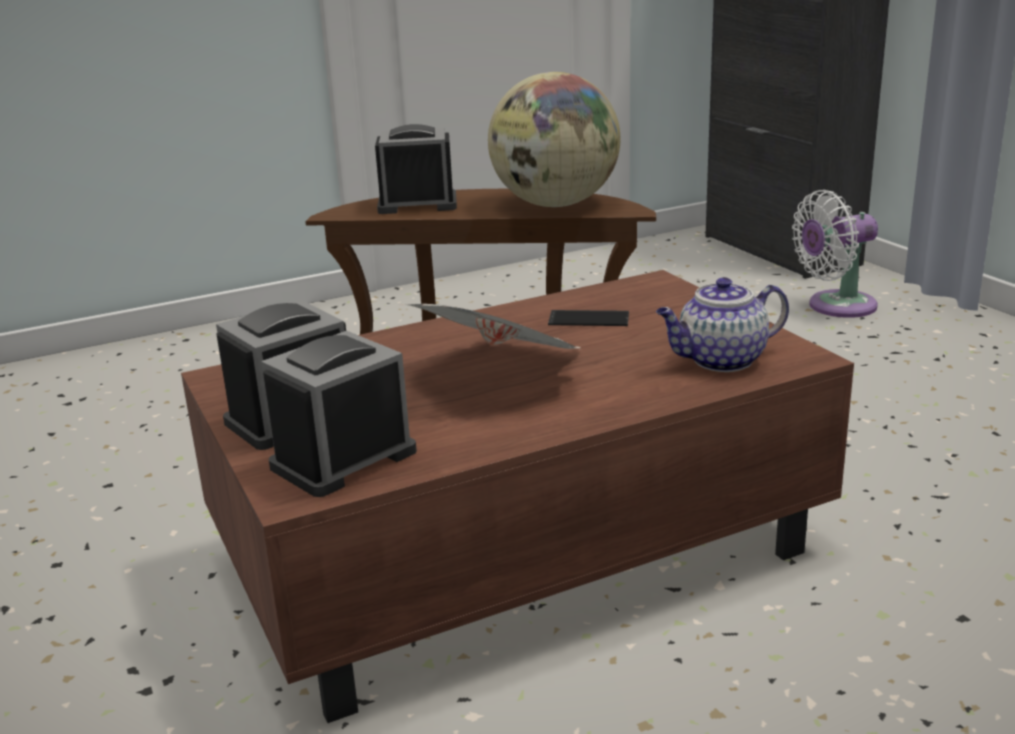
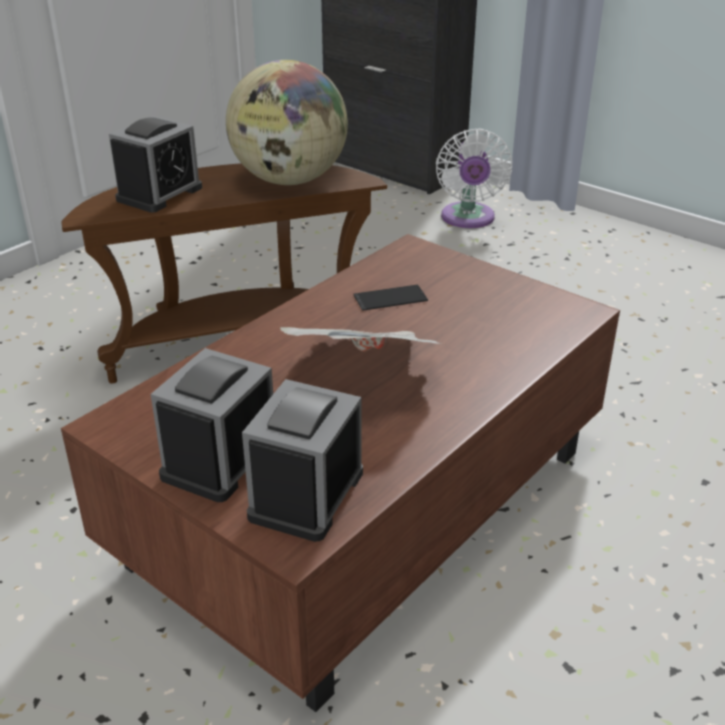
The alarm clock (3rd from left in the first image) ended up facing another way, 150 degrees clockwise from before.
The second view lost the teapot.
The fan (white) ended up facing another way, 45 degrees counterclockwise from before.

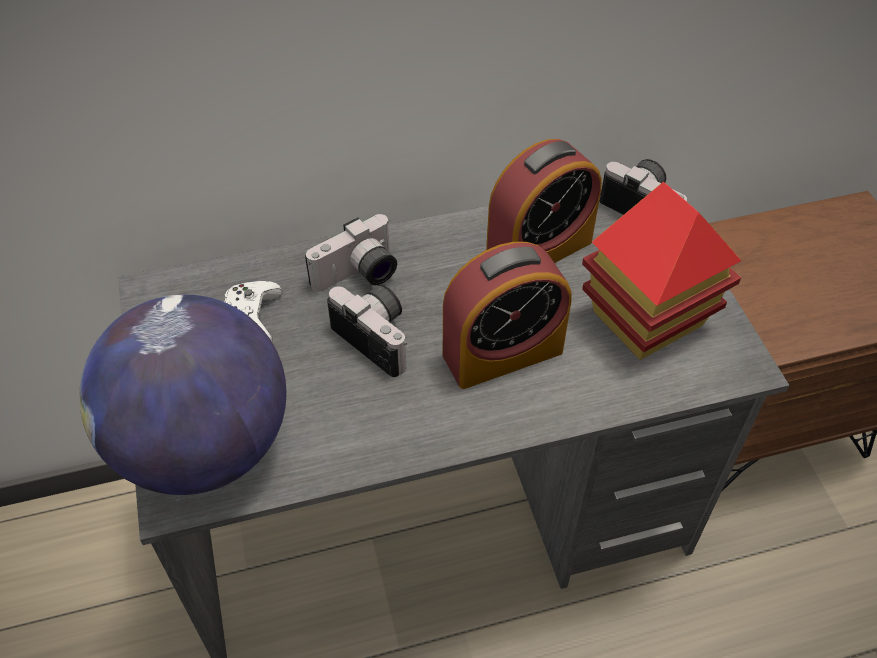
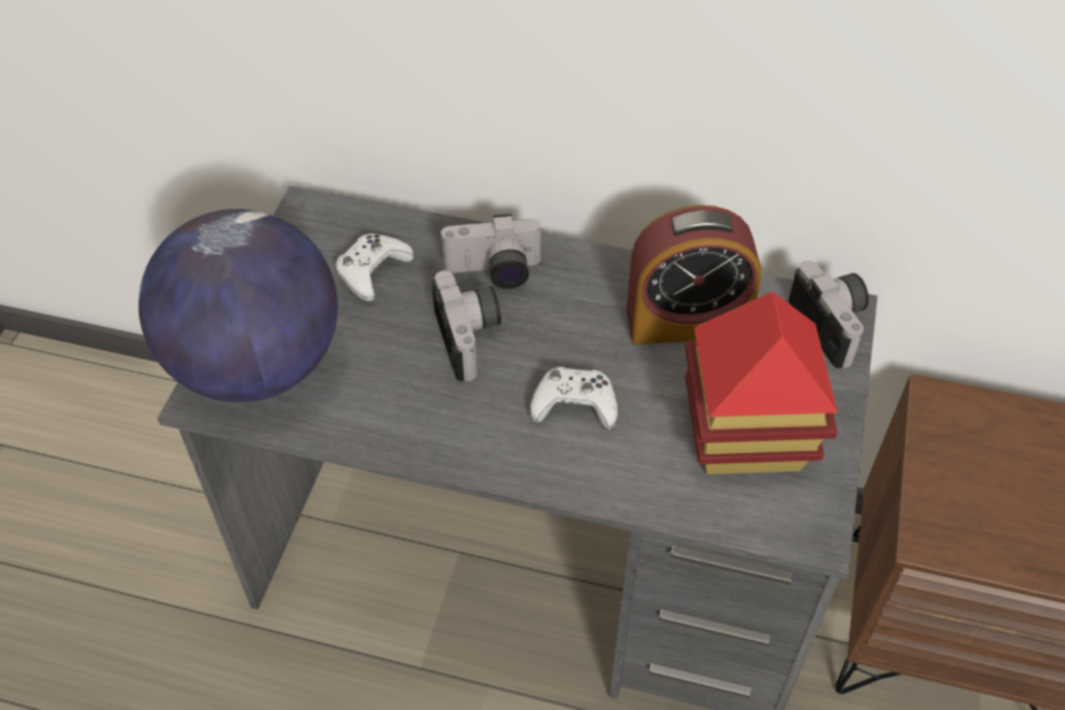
Where the alarm clock (1st from left) stood, the game controller (white) (2nd from left) came to stand.

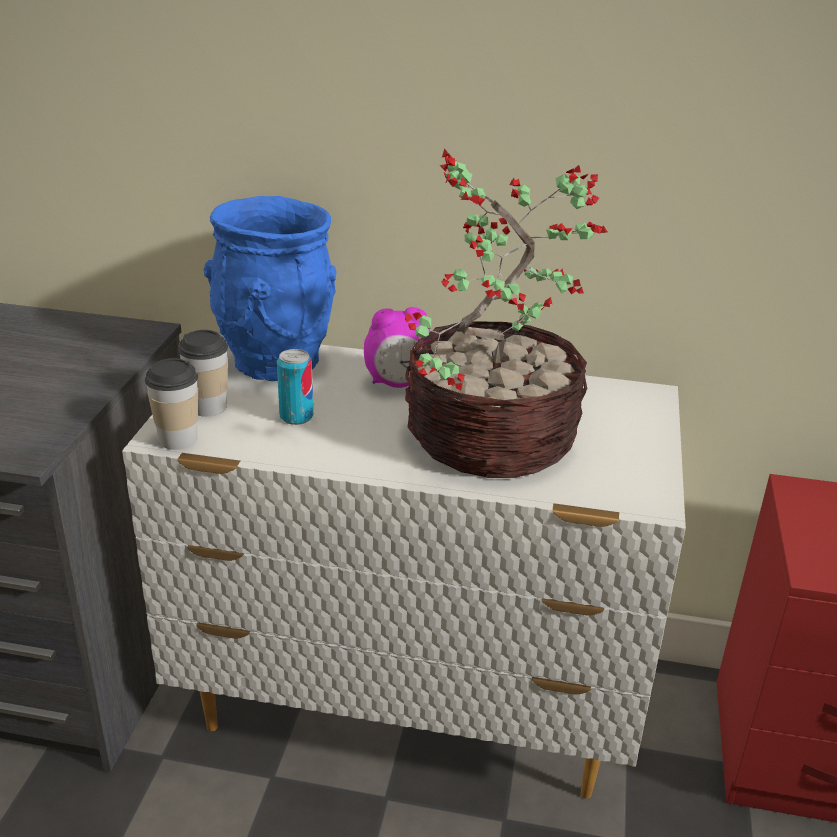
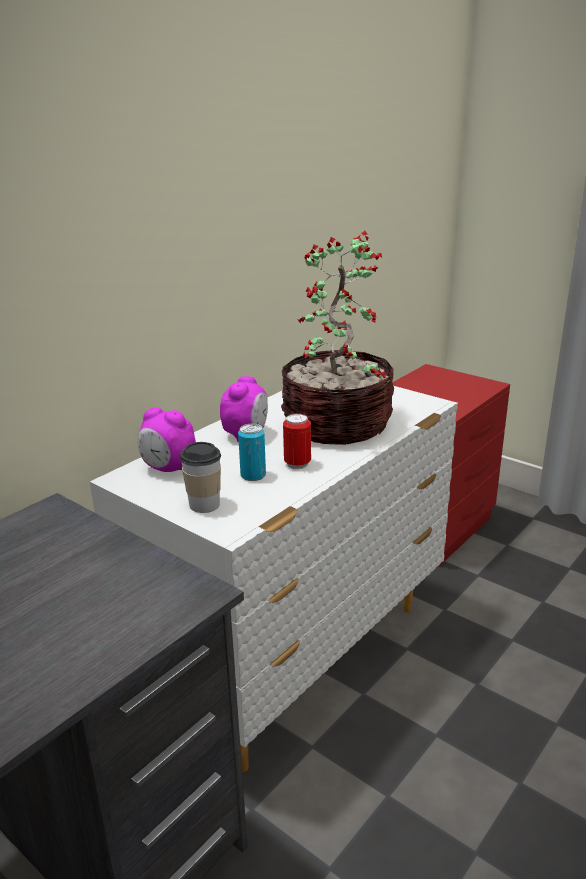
The second view lost the cup (1st from left).
Where the vase (blue) stood, the alarm clock (1st from left) came to stand.
The second view gained the can (2nd from left).

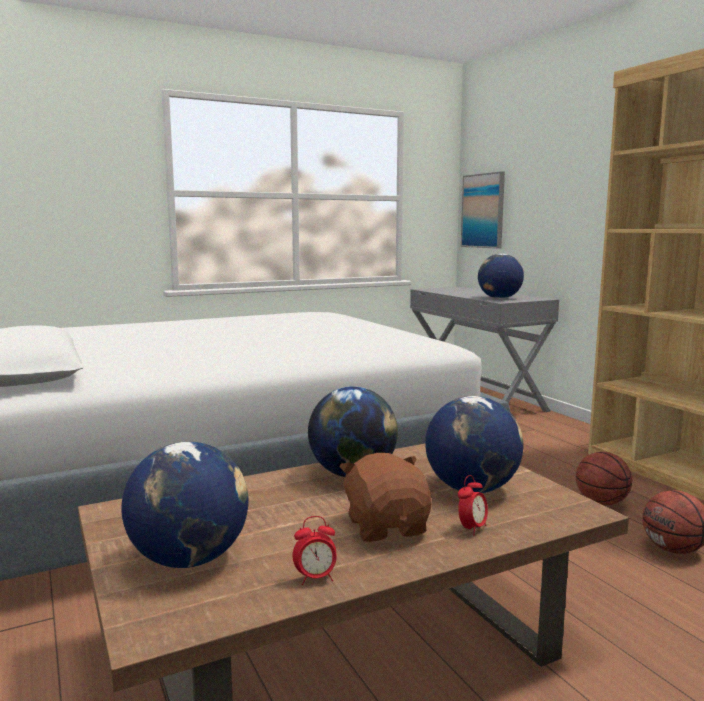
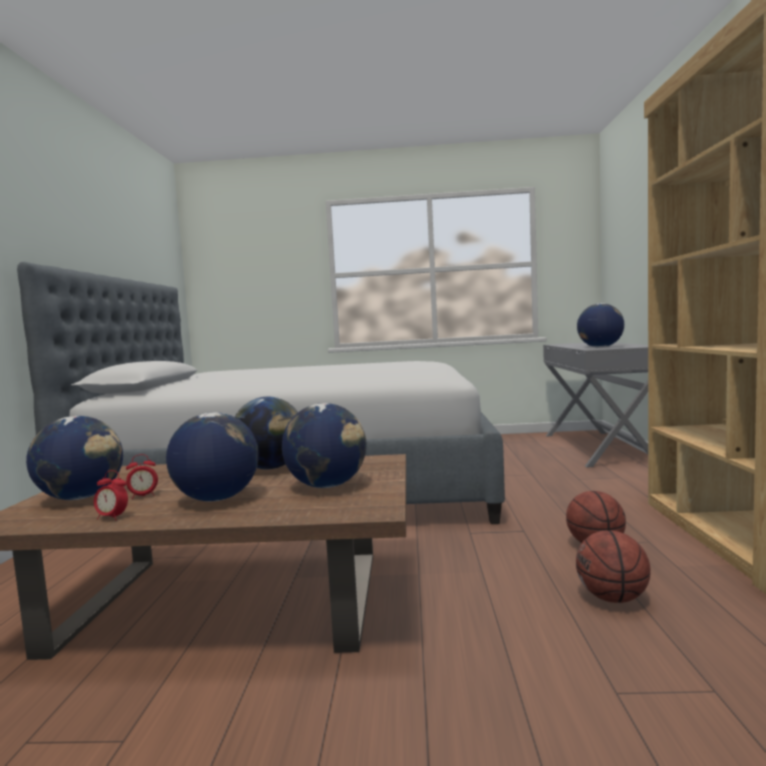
Where the plush toy (brown) stood, the globe (2nd from left) came to stand.
The alarm clock (2nd from left) ended up elsewhere.
The second view lost the picture.

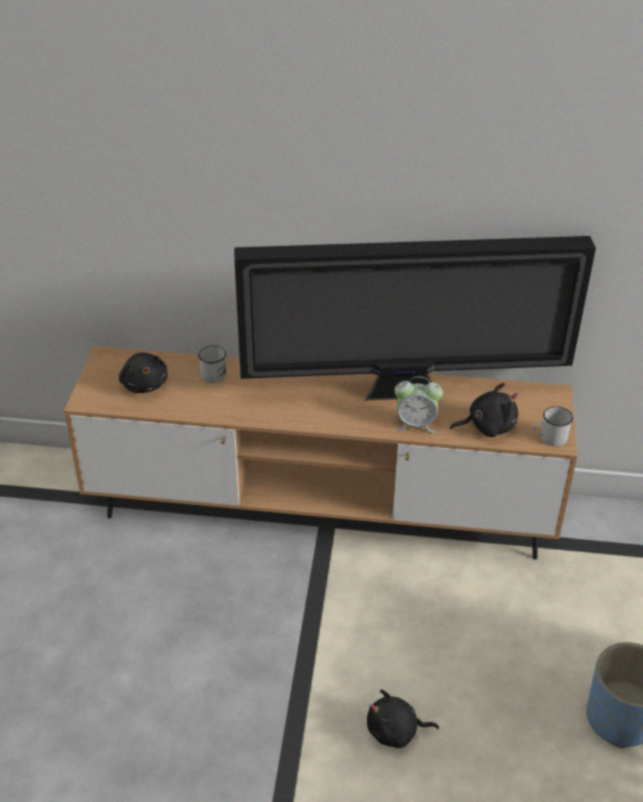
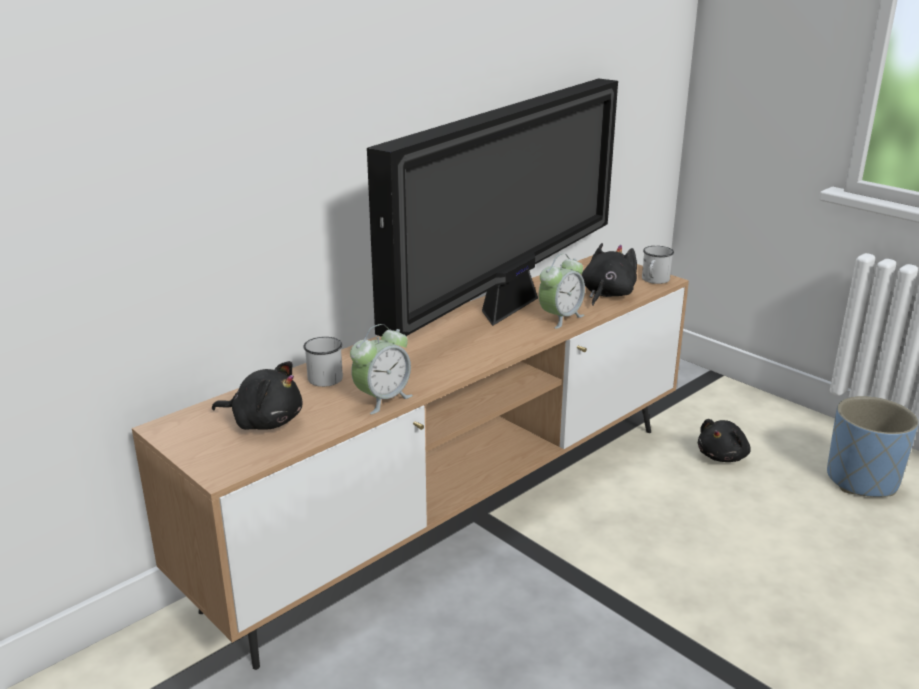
The plush toy (black) (2nd from left in the first image) ended up elsewhere.
The second view gained the alarm clock (1st from left).

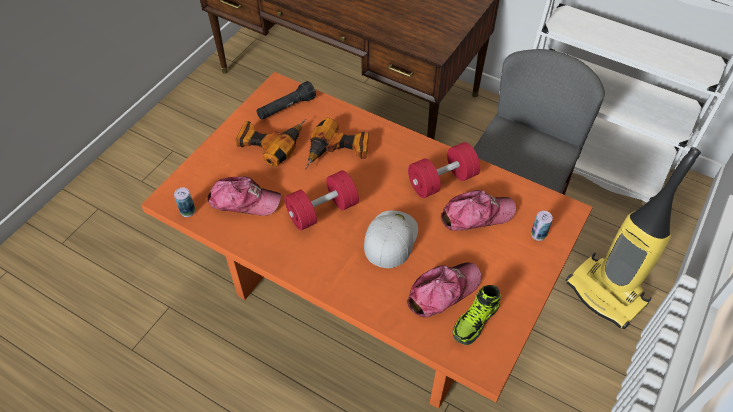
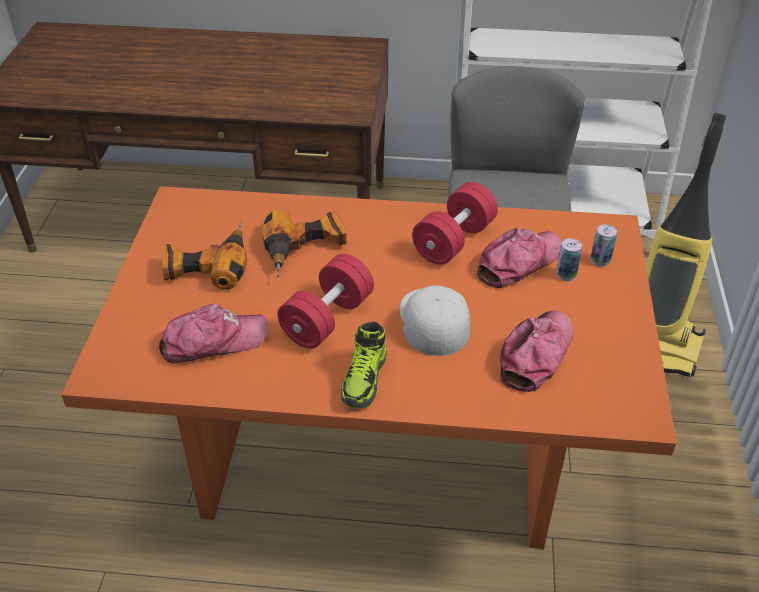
The can (1st from left) ended up elsewhere.
The second view lost the flashlight (black).
The shoe ended up elsewhere.

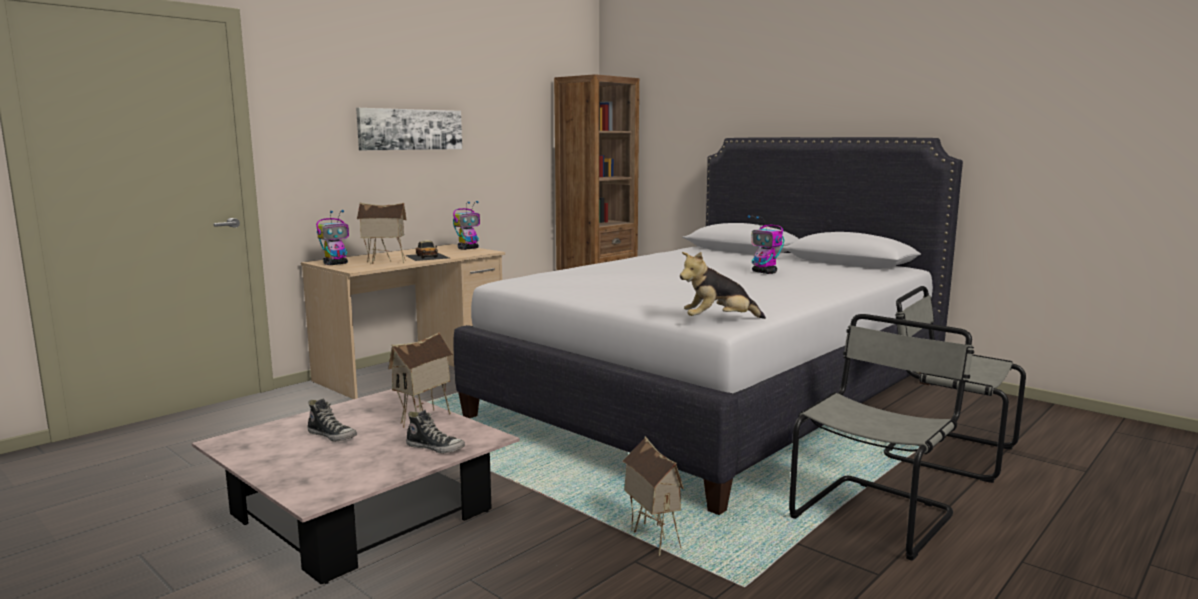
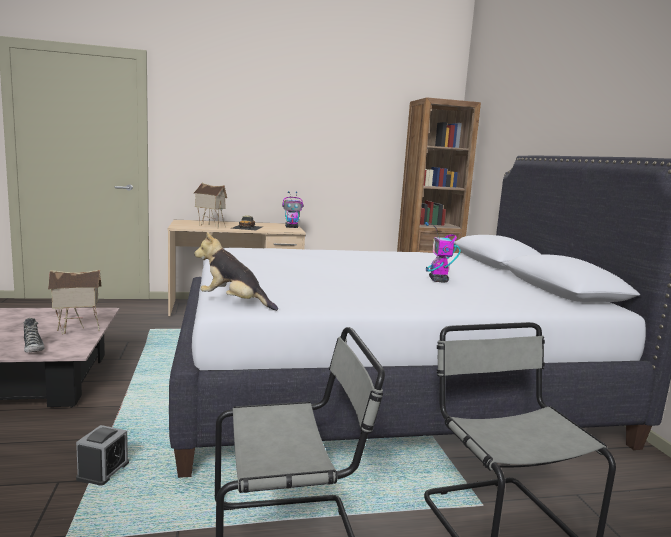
The second view lost the shoe (1st from left).
The second view lost the toy robot (1st from left).
The second view lost the picture.
Where the toy house (3rd from left) stood, the alarm clock came to stand.

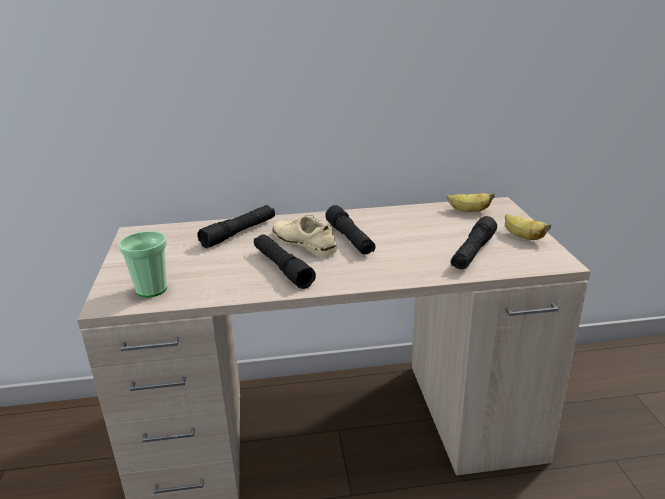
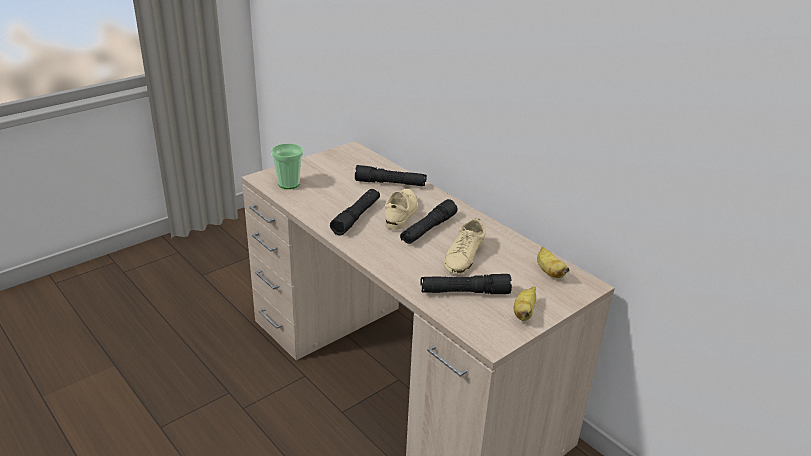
The second view gained the shoe (beige) (2nd from left).

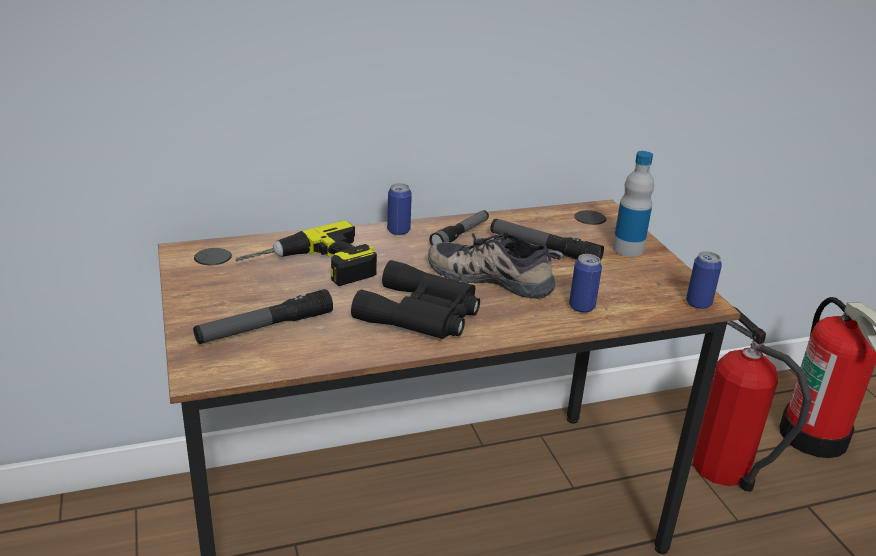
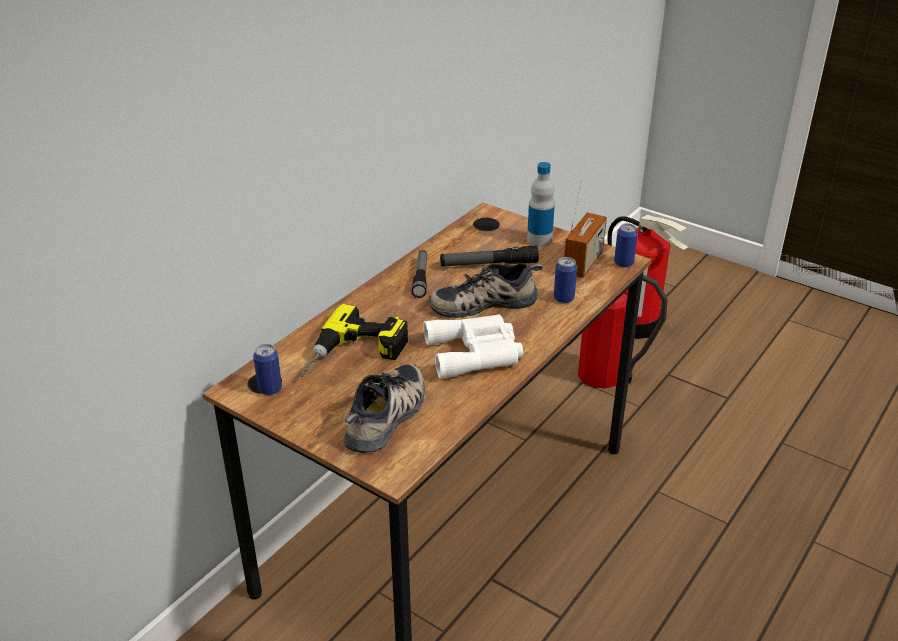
Where the flashlight (1st from left) stood, the shoe (1st from left) came to stand.
What was the binoculars (black) turned into the binoculars (white).
The can (1st from left) ended up elsewhere.
The second view gained the radio.

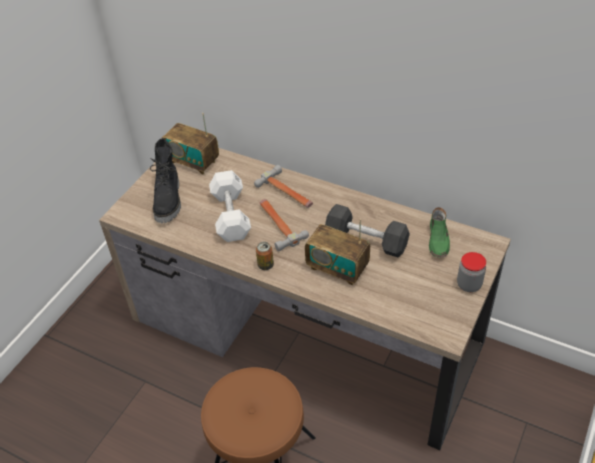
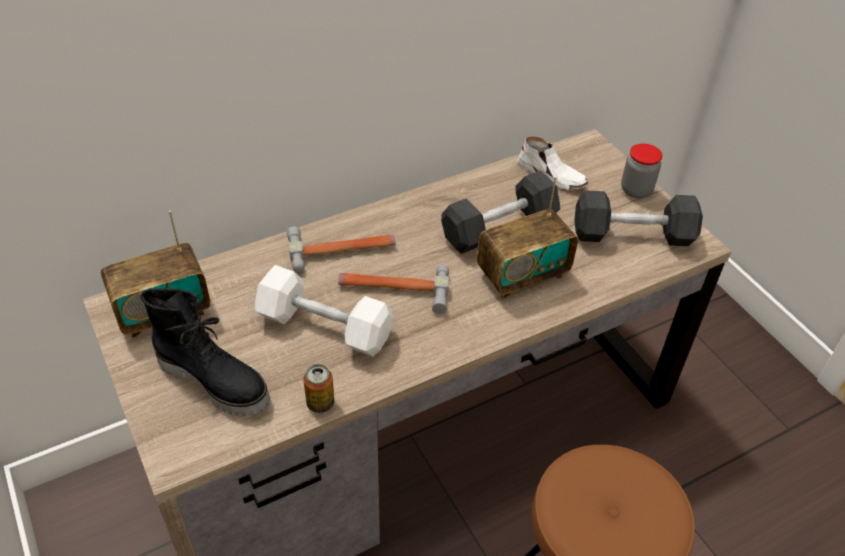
The can ended up elsewhere.
What was the shoe (green) turned into the shoe (white).
The second view gained the dumbbell (black) (2nd from left).

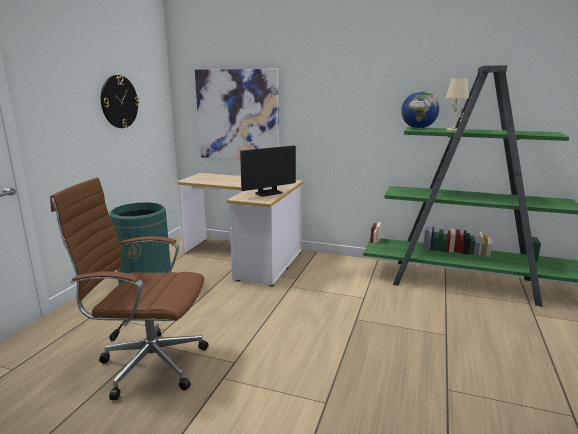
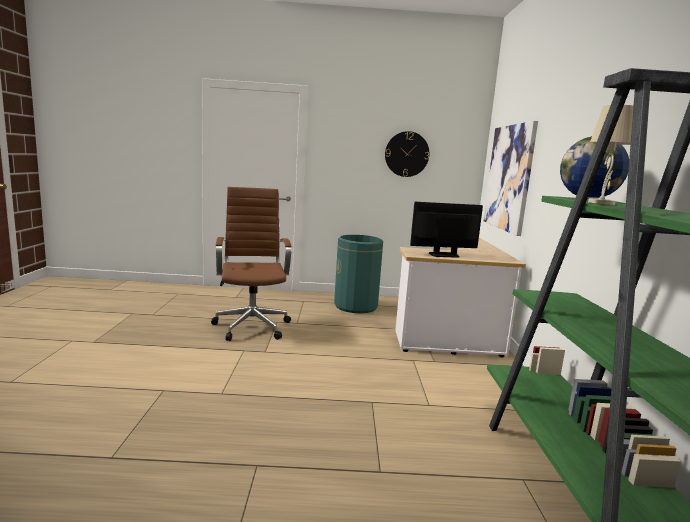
The monitor ended up facing another way, 135 degrees clockwise from before.

